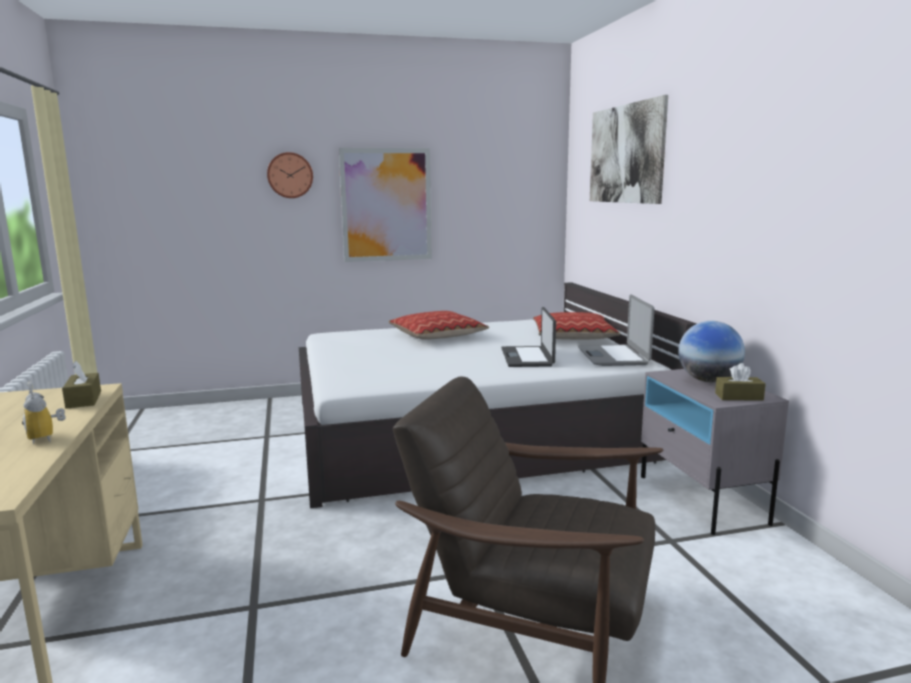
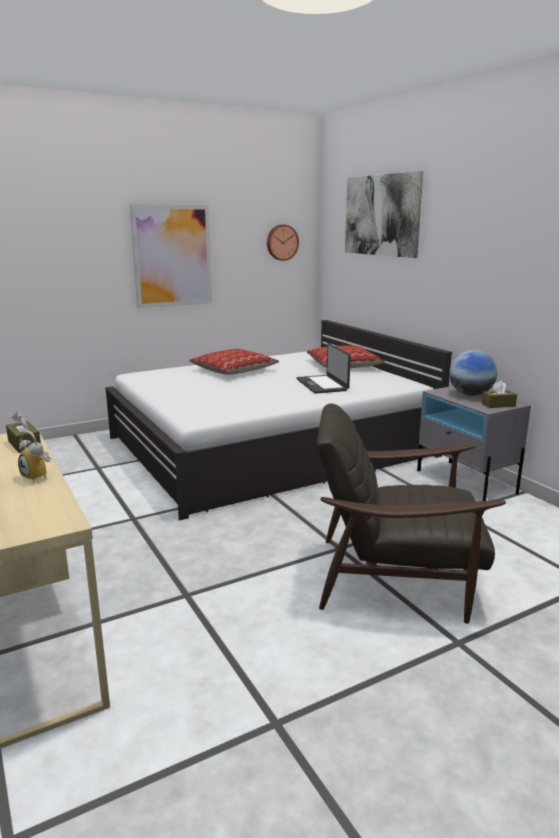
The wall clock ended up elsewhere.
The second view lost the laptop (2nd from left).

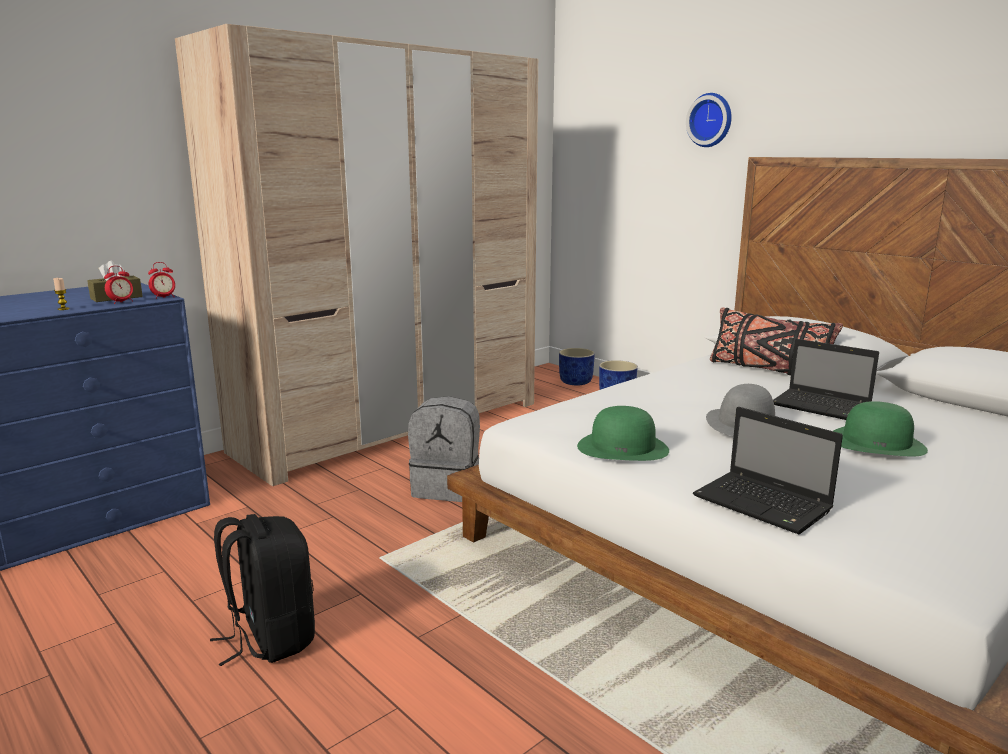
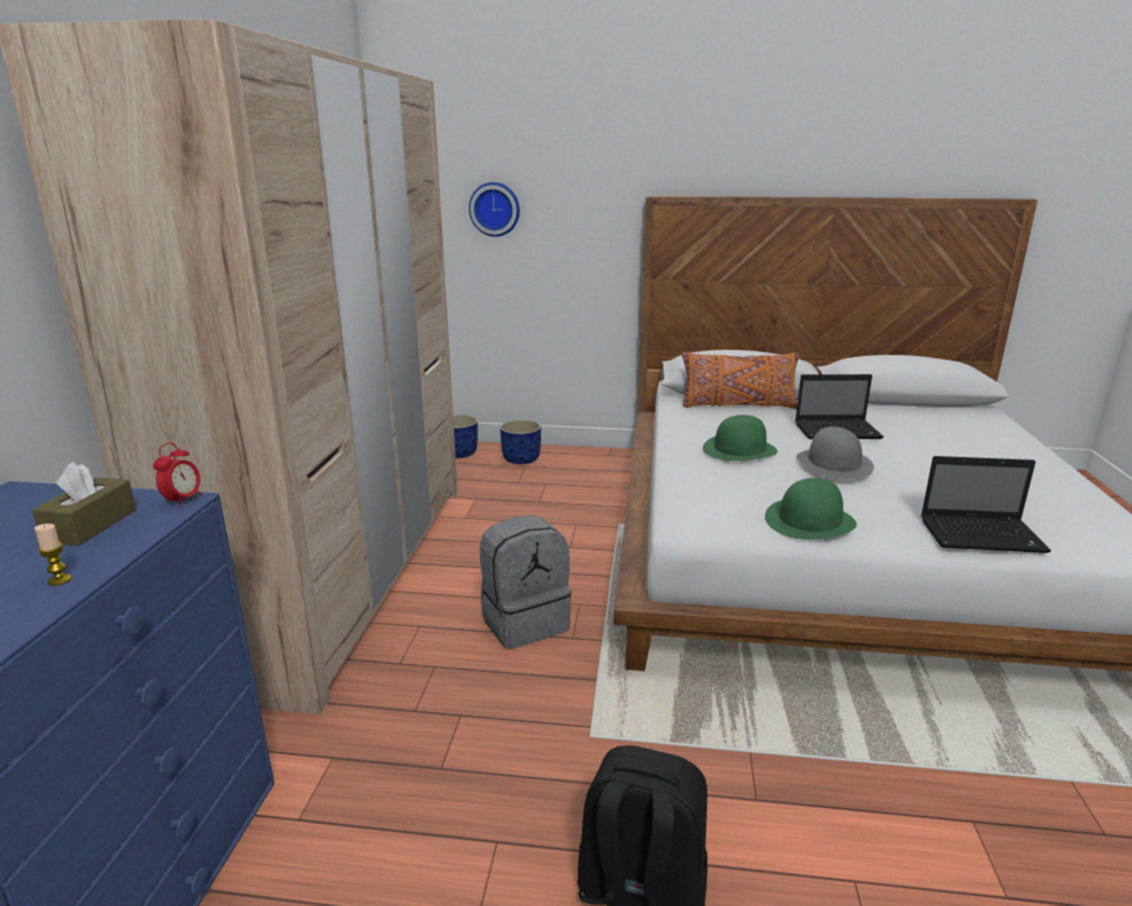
The second view lost the alarm clock (1st from left).
The wall clock ended up elsewhere.
What was the pillow (black) turned into the pillow (orange).
The hat (green) (2nd from left in the first image) ended up elsewhere.

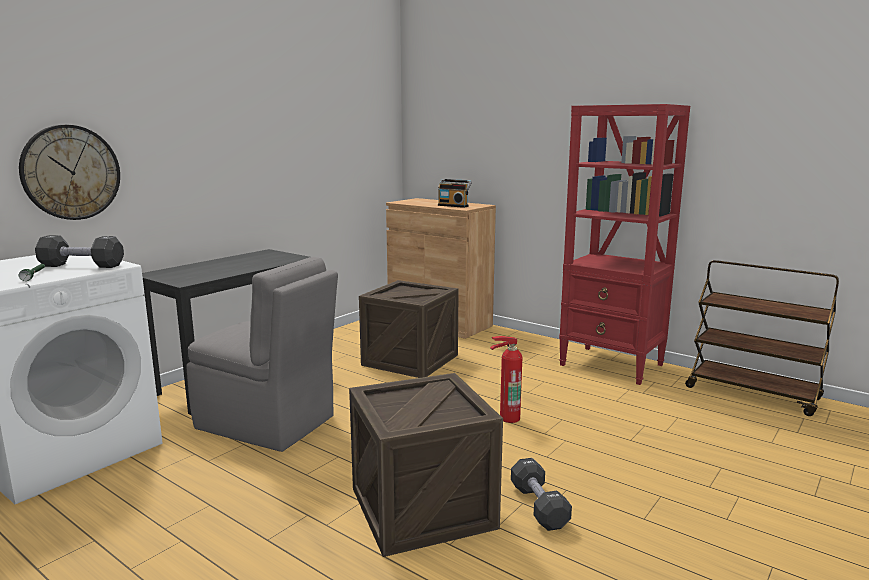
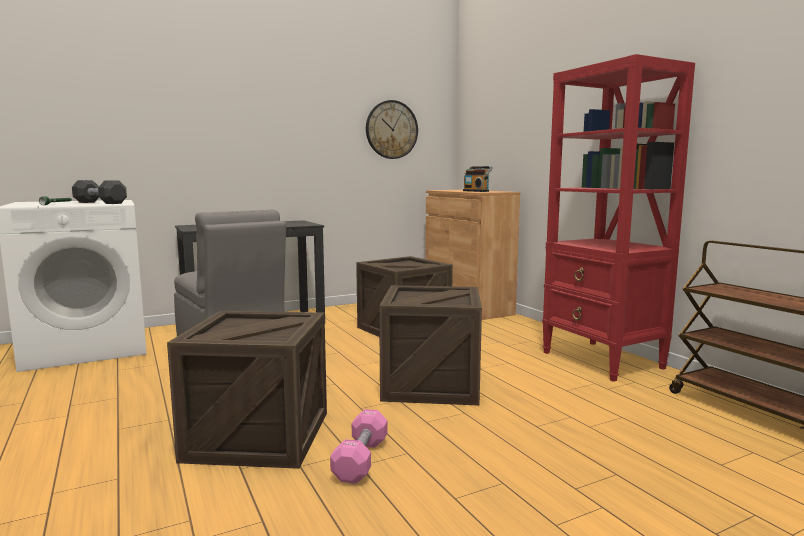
The wall clock ended up elsewhere.
Where the fire extinguisher stood, the crate (3rd from left) came to stand.
What was the dumbbell (black) (2nd from left) turned into the dumbbell (pink).

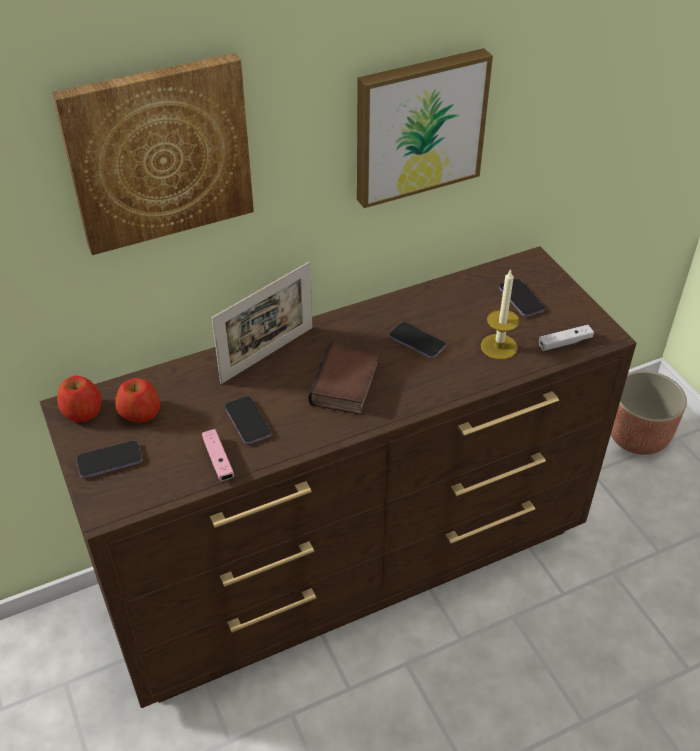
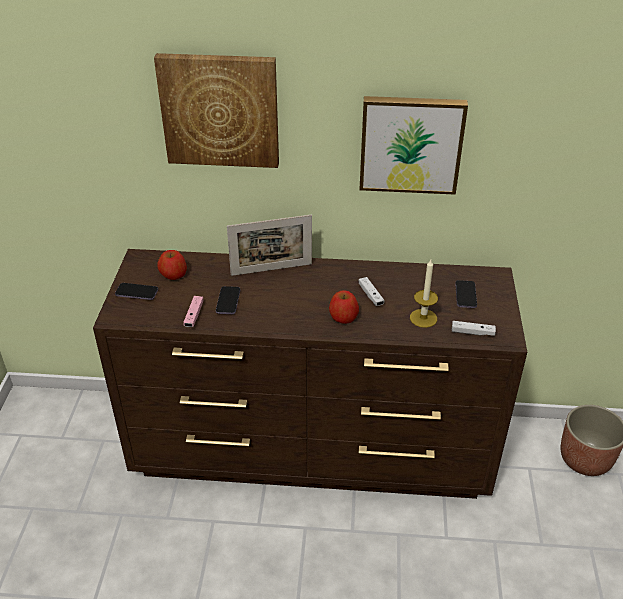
The apple (1st from left in the first image) ended up elsewhere.
The second view lost the book.
Where the phone (3rd from left) stood, the game controller (white) (1st from left) came to stand.

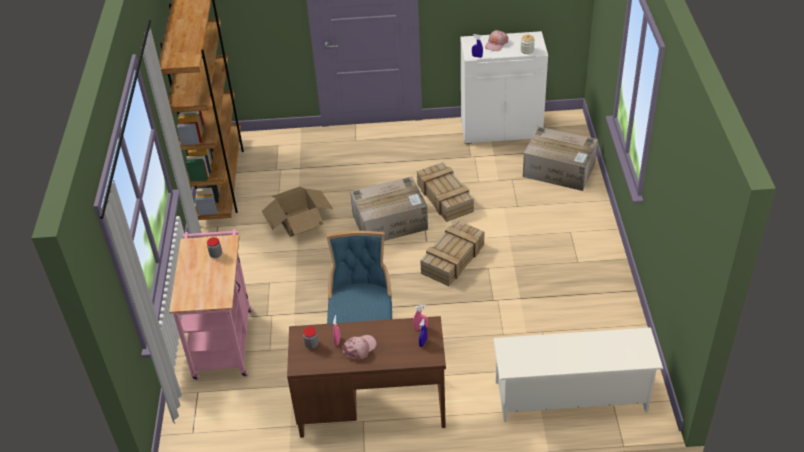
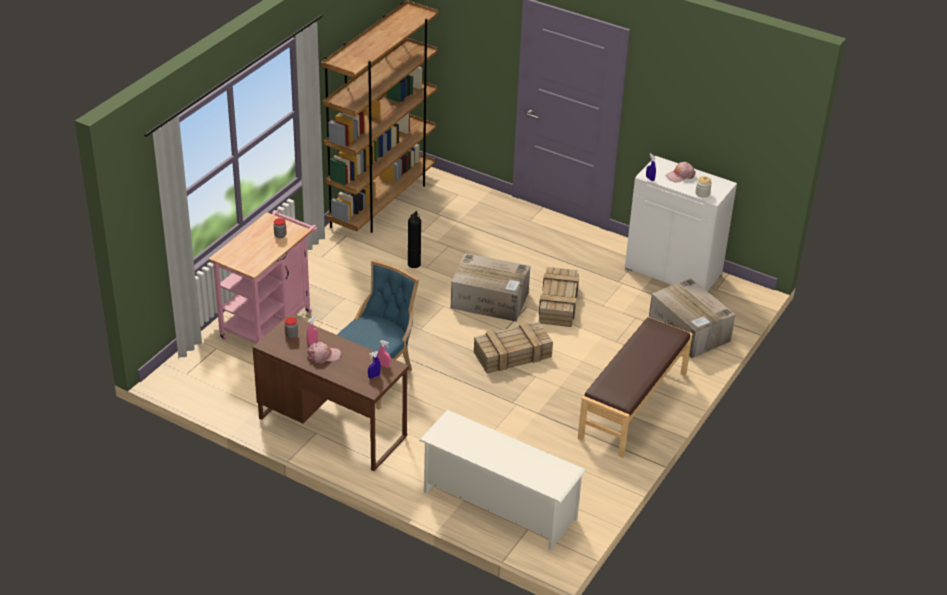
Where the cardboard box (1st from left) stood, the fire extinguisher came to stand.
The second view gained the bench (brown).

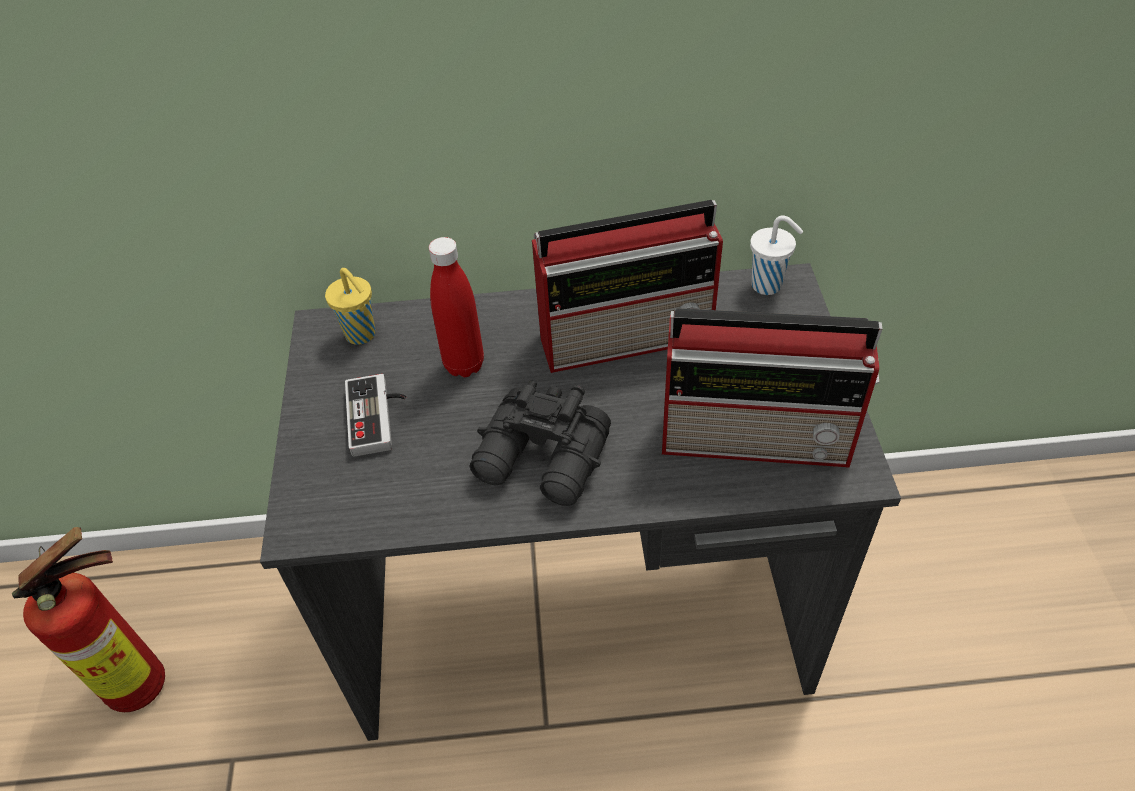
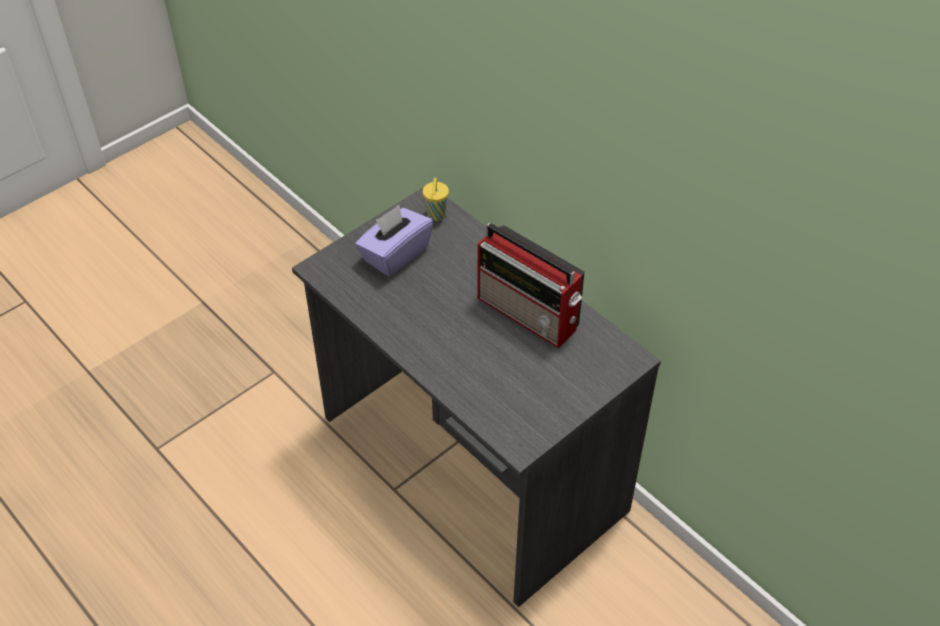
The second view lost the fire extinguisher.
Where the game controller stood, the tissue box (purple) came to stand.
The second view lost the bottle (red).
The second view lost the binoculars (black).
The second view lost the radio (2nd from left).
The second view lost the cup (white).

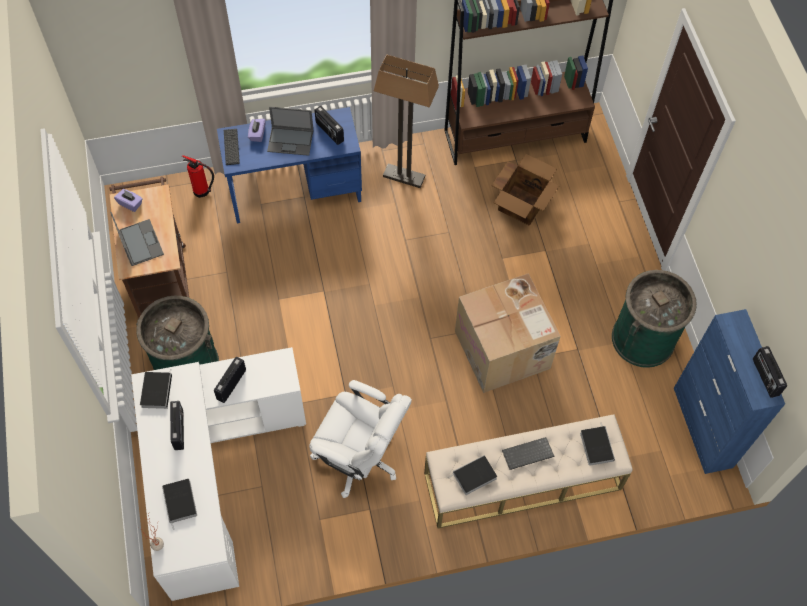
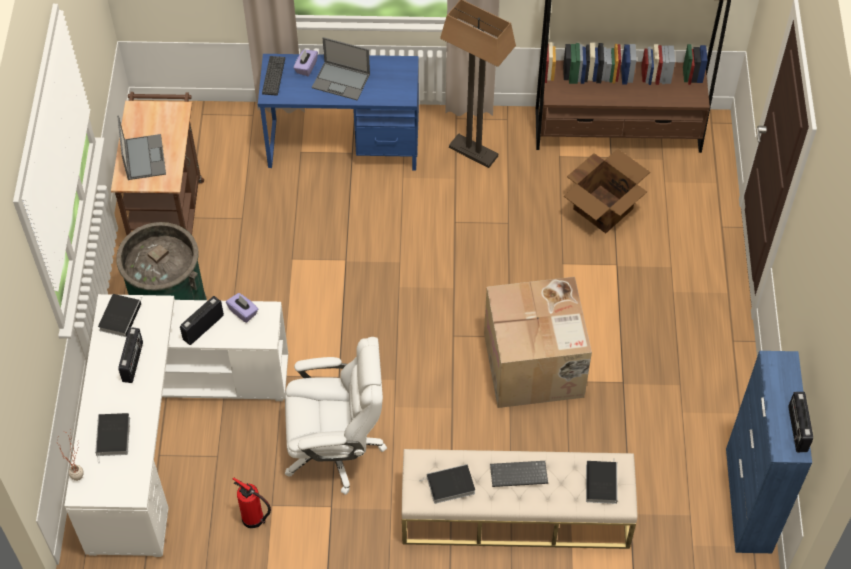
The tissue box (purple) (1st from left) ended up elsewhere.
The fire extinguisher ended up elsewhere.
The office chair (white) ended up facing another way, 45 degrees counterclockwise from before.
The second view lost the radio (3rd from left).
The second view lost the trash can (green) (2nd from left).

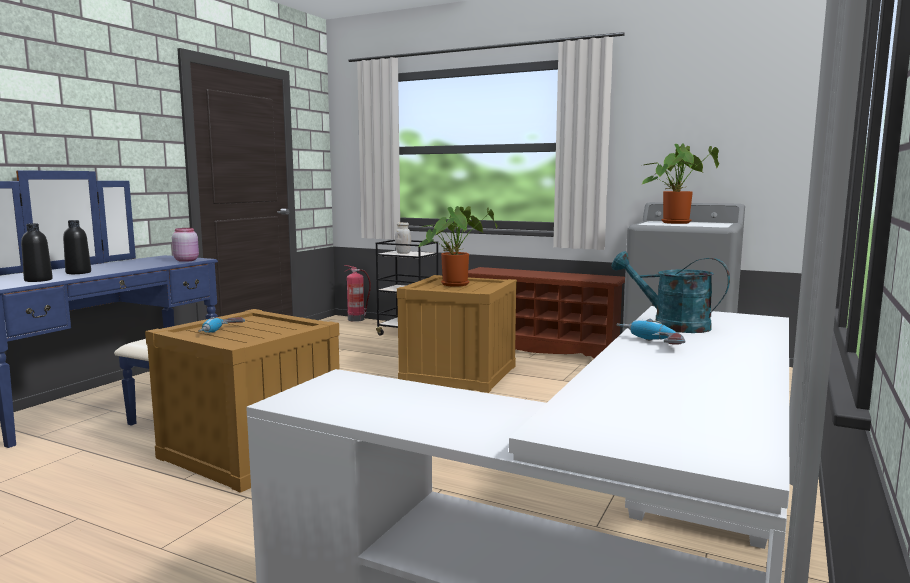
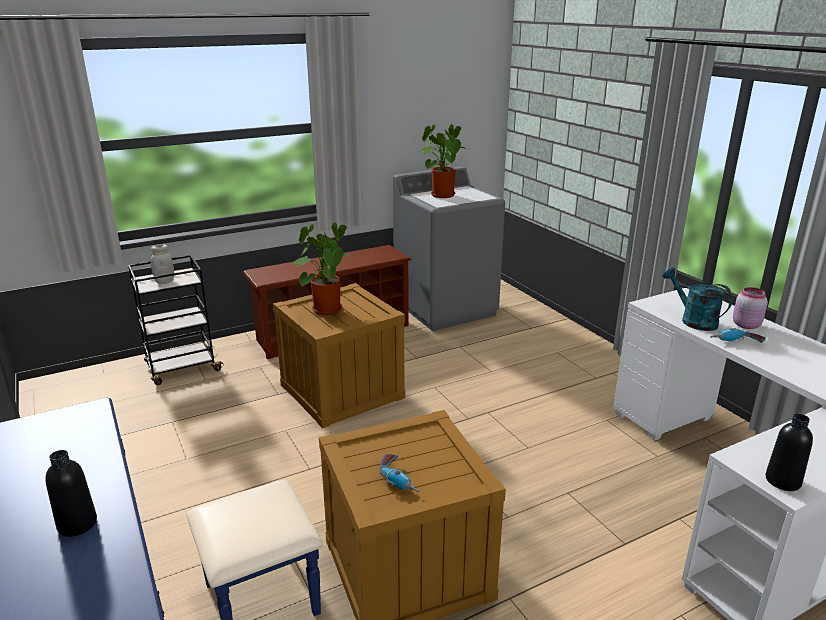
The bottle (black) (1st from left in the first image) ended up elsewhere.
The jar (pink) ended up elsewhere.
The second view lost the fire extinguisher.
The watering can (turquoise) ended up facing another way, 75 degrees clockwise from before.

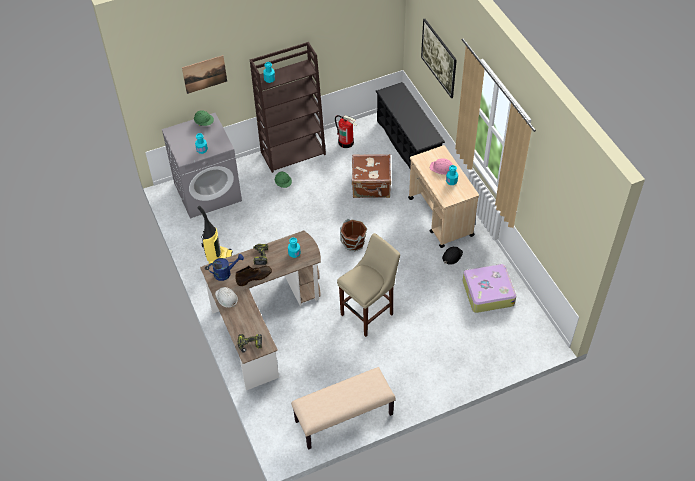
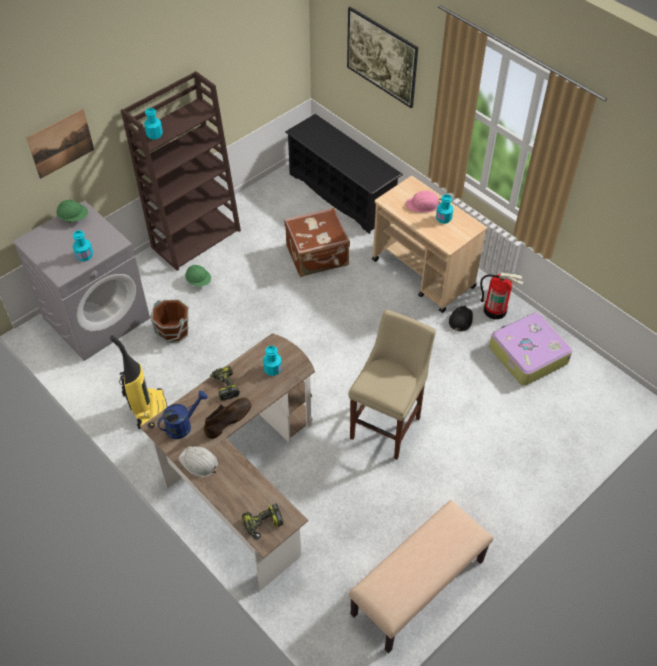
The fire extinguisher ended up elsewhere.
The bucket (brown) ended up elsewhere.

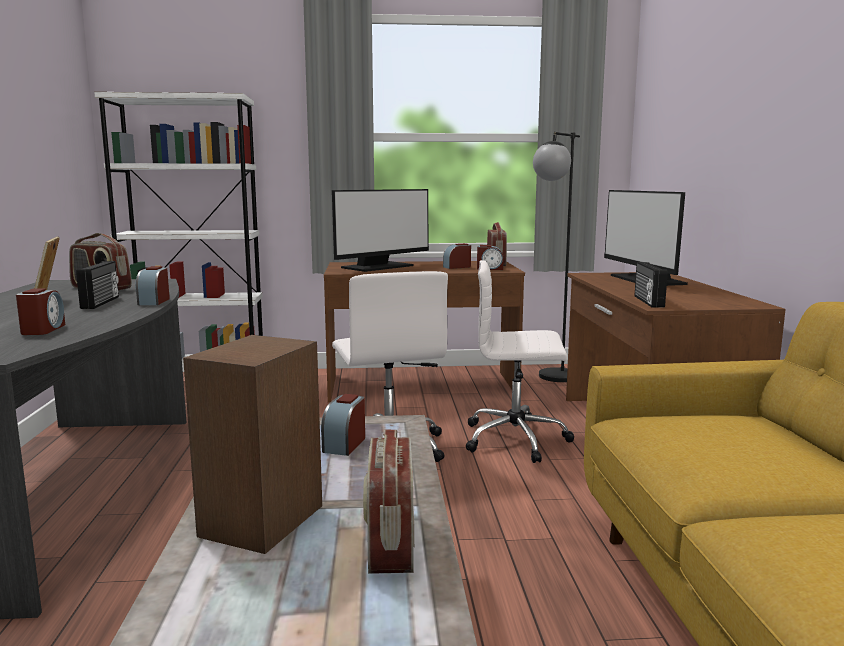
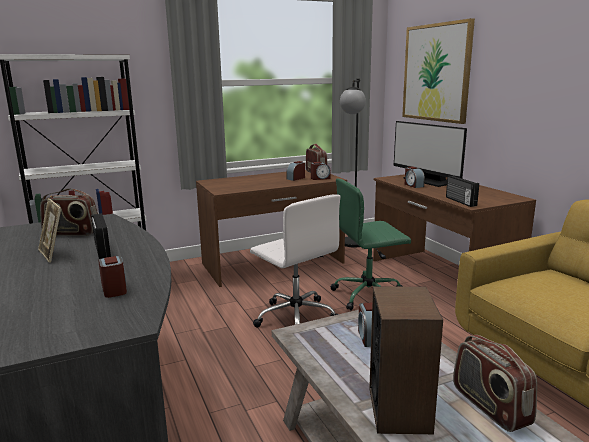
The alarm clock (2nd from left in the first image) ended up elsewhere.
The second view lost the monitor (1st from left).
What was the office chair (white) (2nd from left) turned into the office chair (green).
The second view gained the picture.

